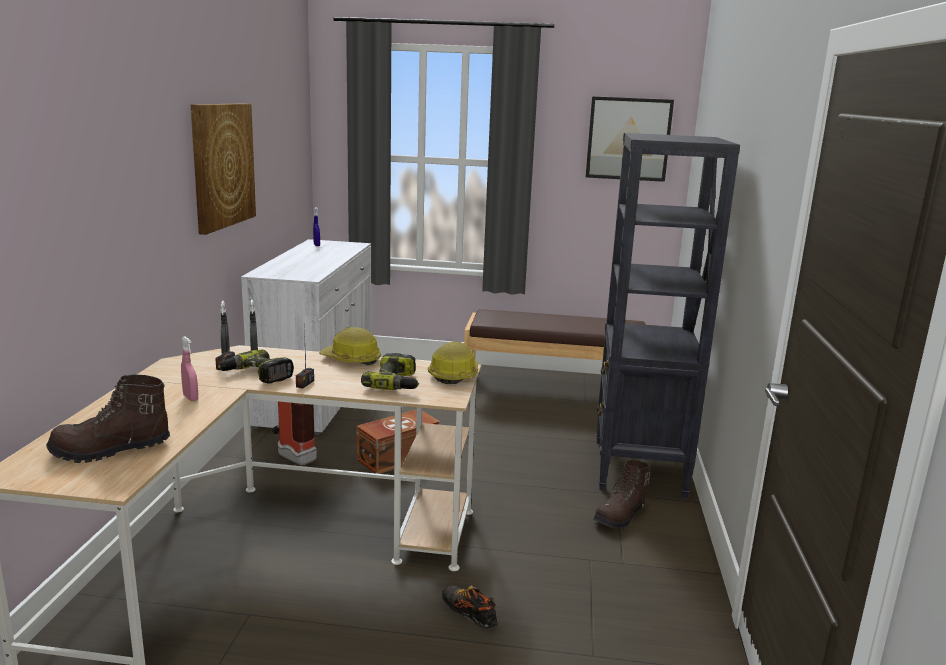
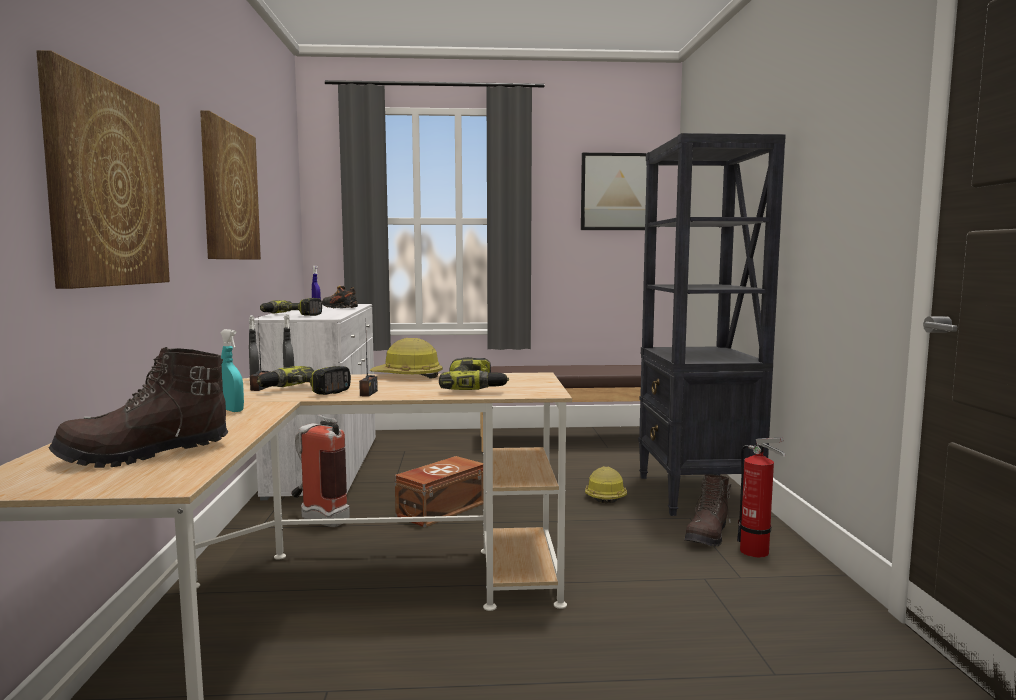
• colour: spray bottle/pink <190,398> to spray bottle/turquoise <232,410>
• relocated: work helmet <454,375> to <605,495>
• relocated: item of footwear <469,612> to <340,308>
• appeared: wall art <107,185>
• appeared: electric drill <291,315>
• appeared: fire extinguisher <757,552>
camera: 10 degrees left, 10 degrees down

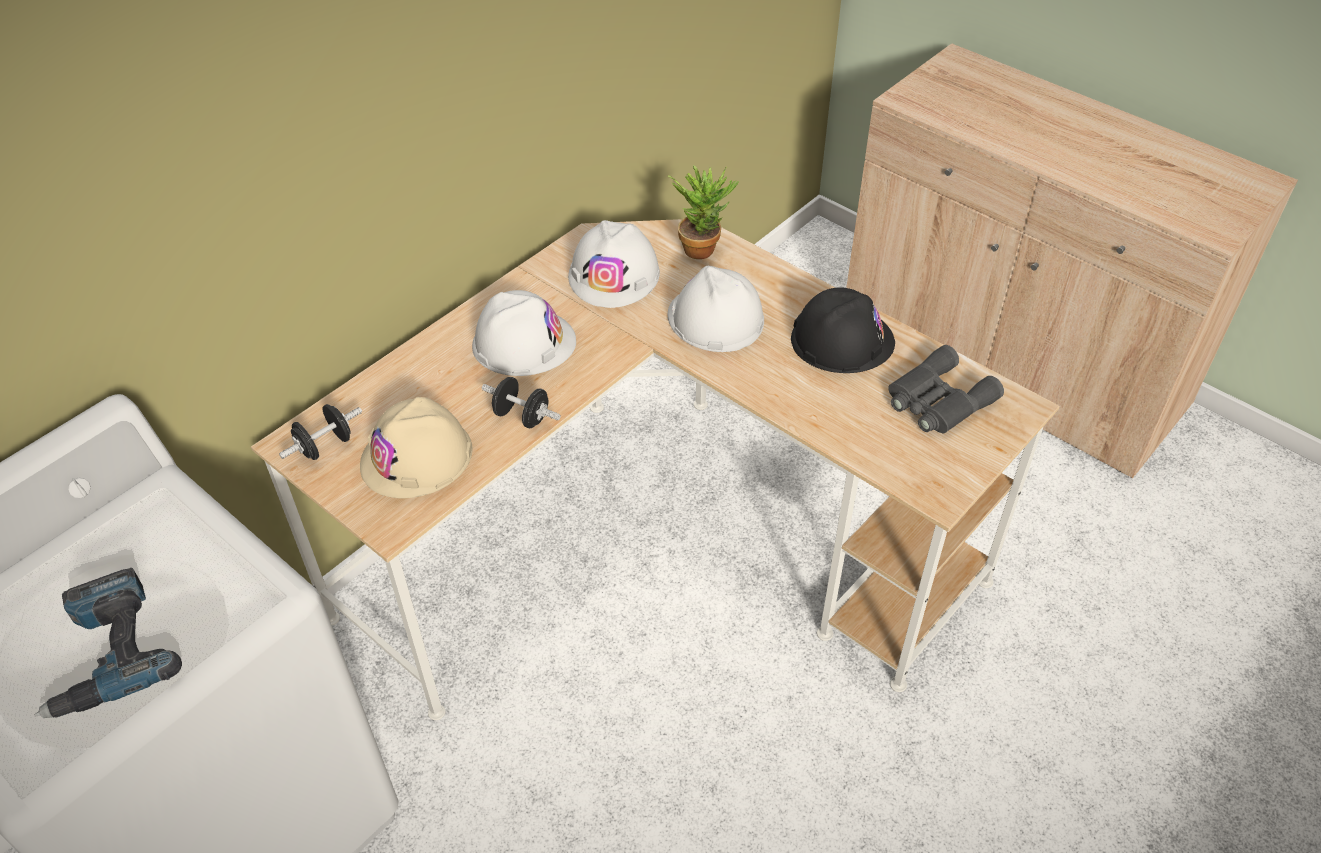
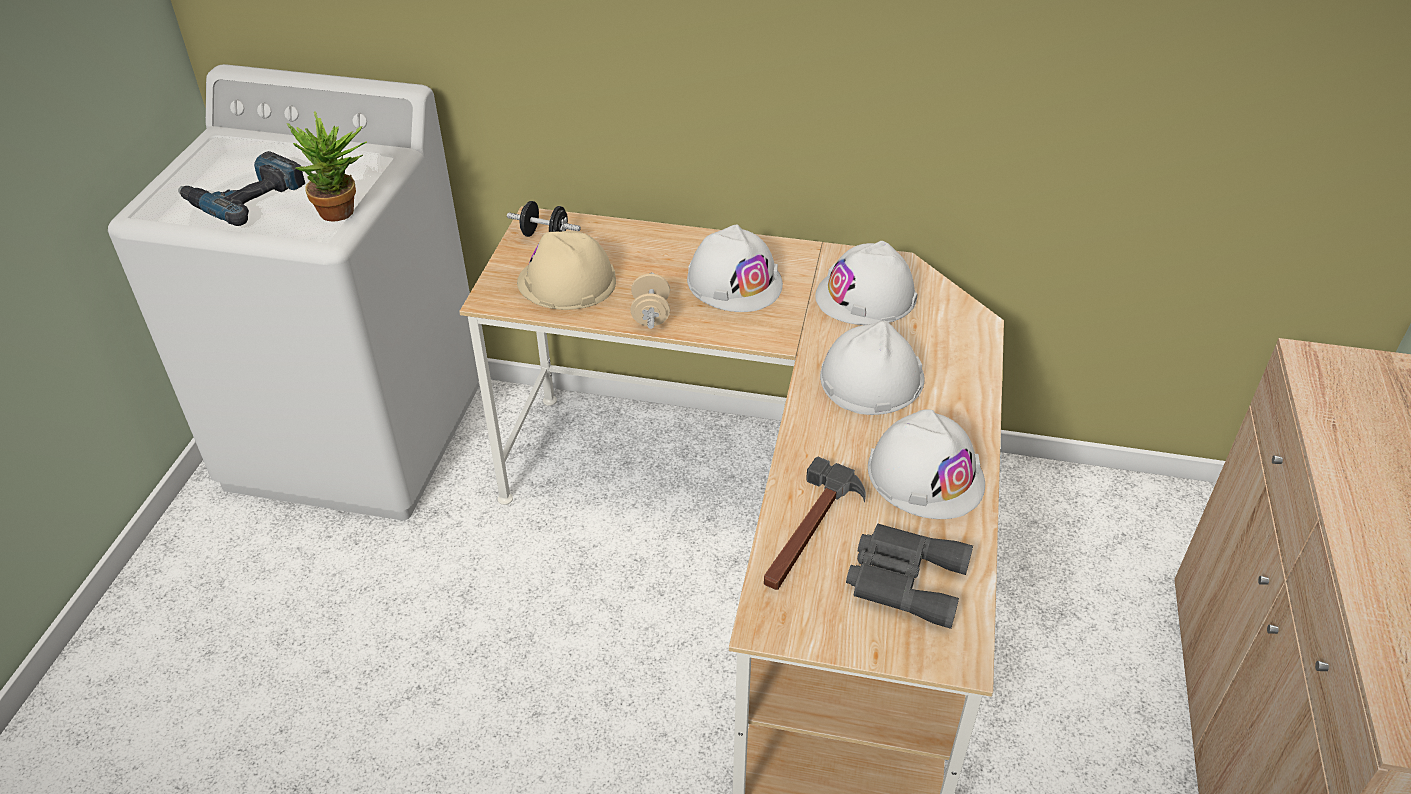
• colour: dumbbell/black <522,416> to dumbbell/beige <651,315>
• relocated: houseplant <703,246> to <344,213>
• colour: work helmet/black <842,340> to work helmet/white-coloured <925,475>
• appeared: tool hammer <809,531>
camera: 60 degrees right, 5 degrees down

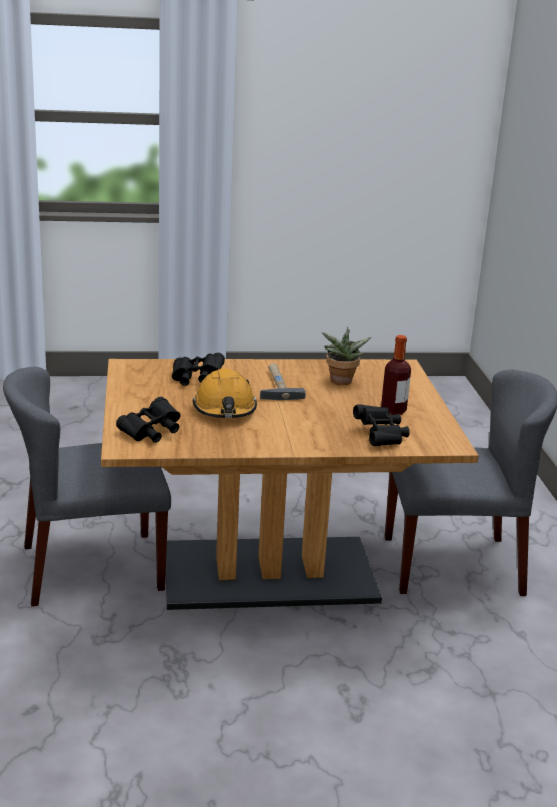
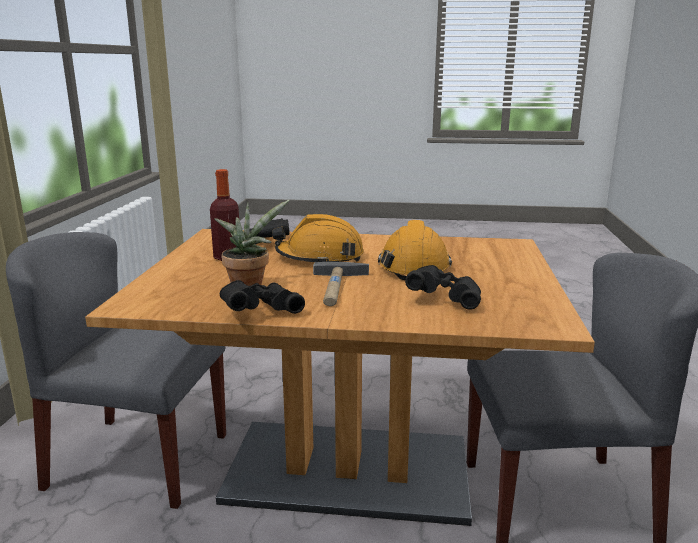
• relocated: pair of binoculars/black <151,432> to <260,312>
• appeared: work helmet/orange-coloured <320,257>
camera: 165 degrees left, 5 degrees down

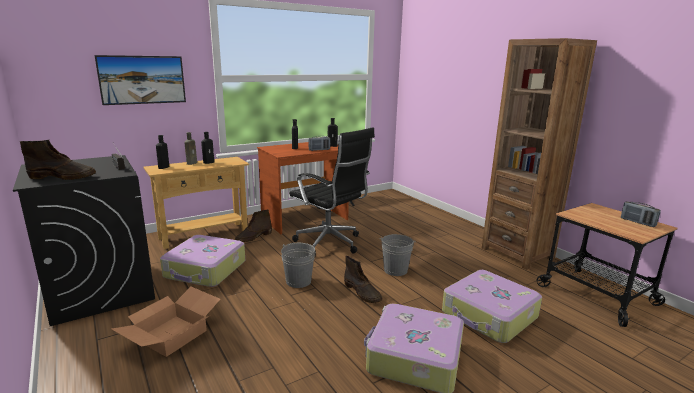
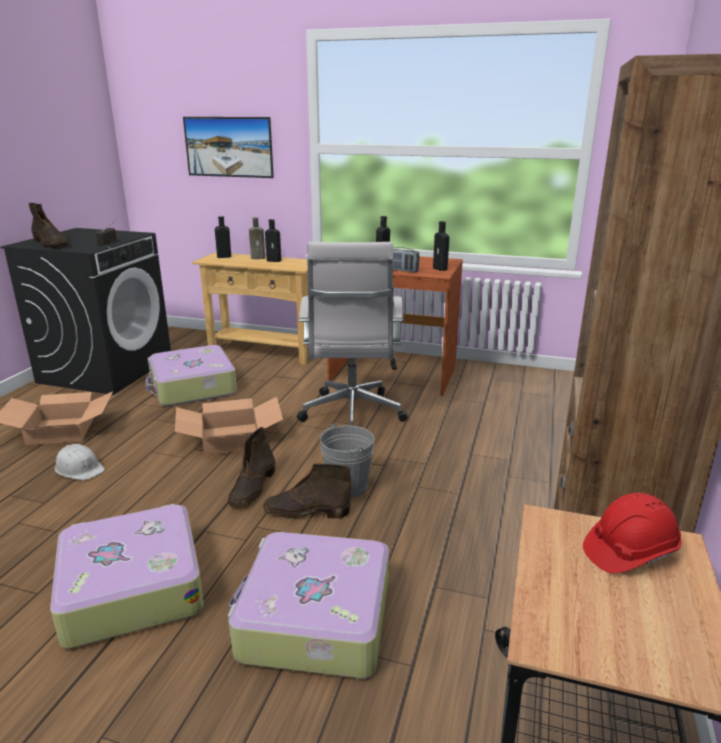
• relocated: high-top boot/brown-coloured <253,237> to <306,512>
• exchanged: bucket/gray <298,281> to carton <230,439>
• colour: desk chair/black <331,244> to desk chair/white-coloured <352,416>
• missing: radio <637,222>
• appeared: work helmet/white-coloured <79,468>
• appeared: work helmet/red <629,551>
camera: 50 degrees right, 5 degrees up

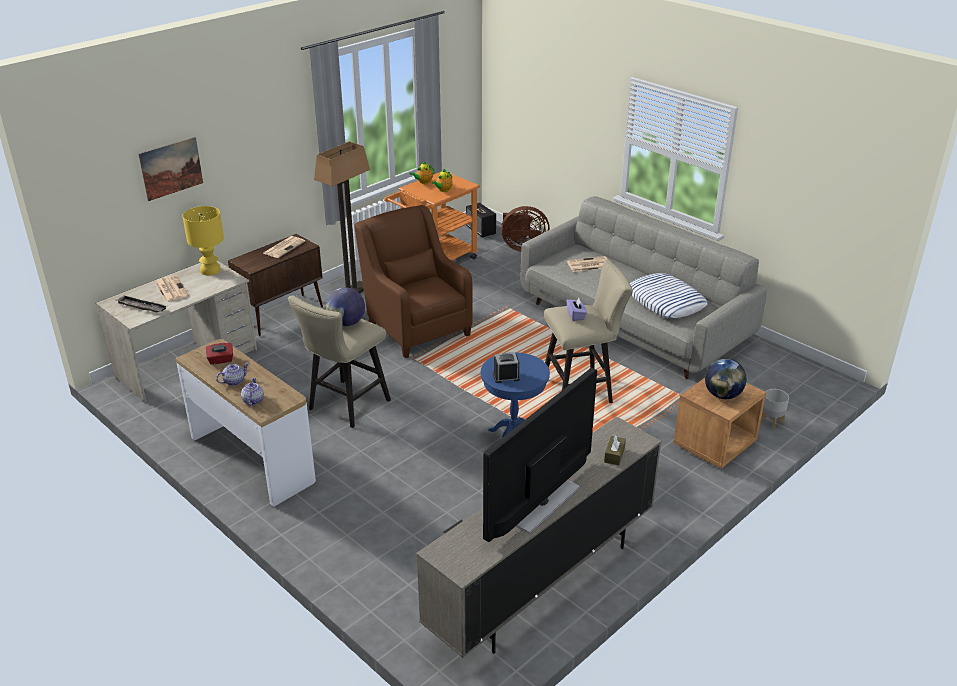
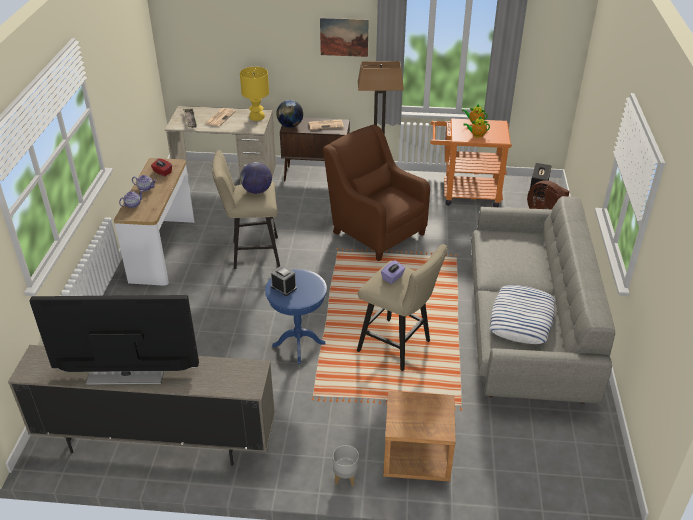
• relocated: wall art <171,168> to <344,37>
• spun: armchair/brown-coloured <416,327> = <375,231> 60 degrees counterclockwise
• missing: daily paper <588,265>
• missing: tissue holder/brown-coloured <614,455>
• relocated: desk globe <722,395> to <290,126>
• relocated: planter/gray <771,421> to <346,477>
camera: 50 degrees right, 5 degrees up

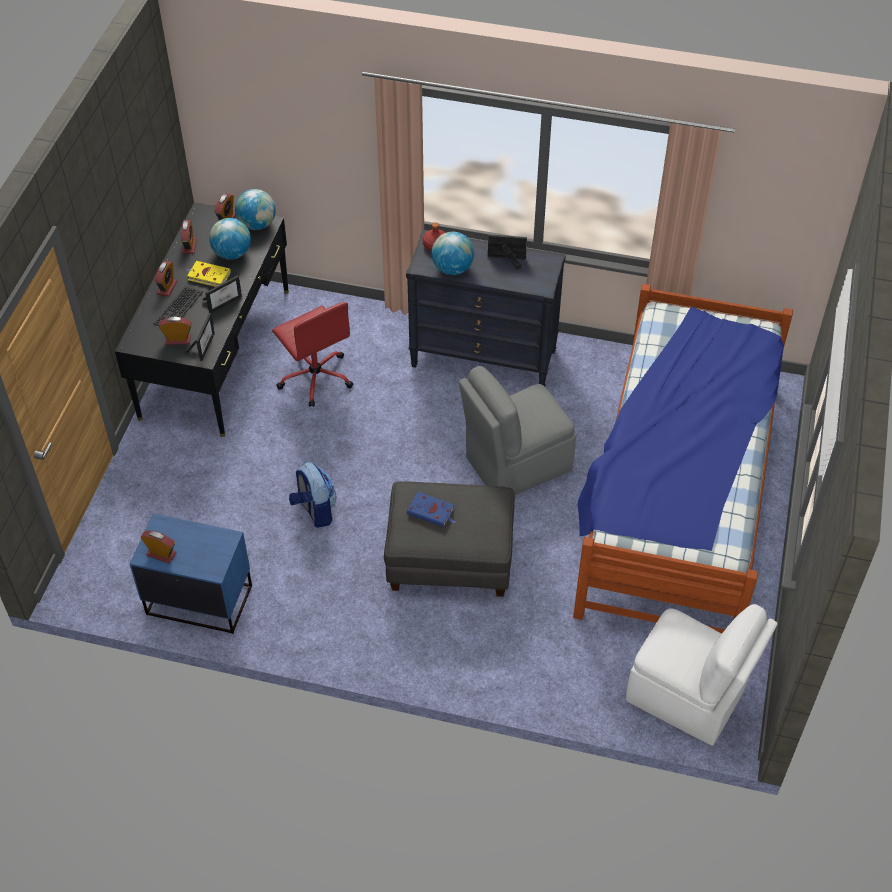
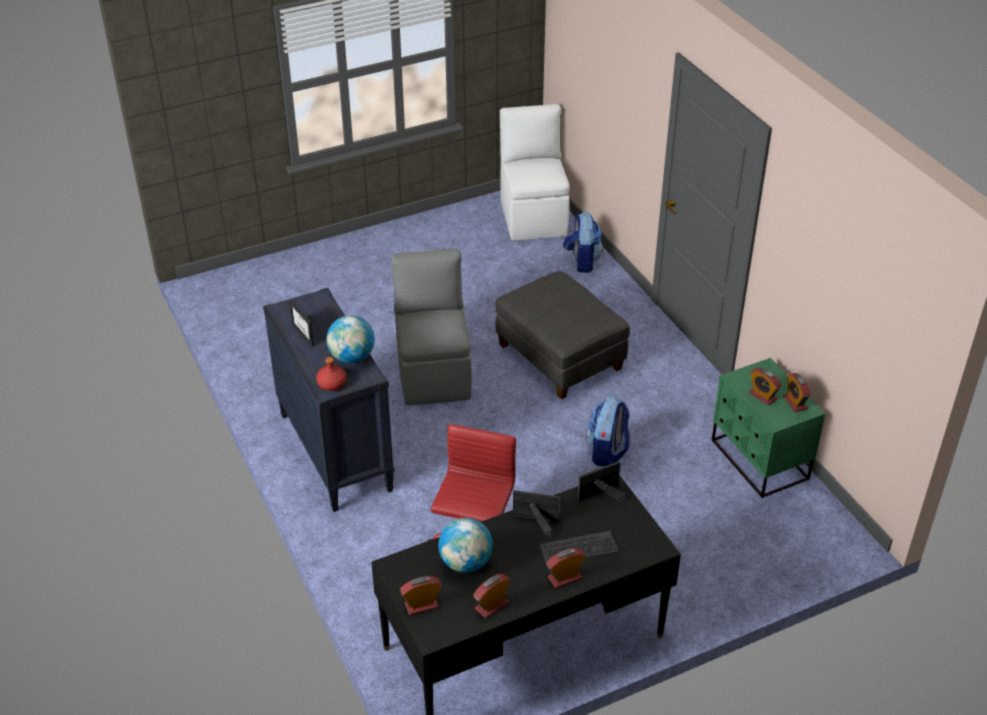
• colour: night table/blue <199,599> to night table/green <759,461>
• relocated: alarm clock <178,340> to <762,396>
• missing: volume/yellow <208,276>
• missing: desk globe <257,224>
• missing: volume/blue <432,512>
• spun: chair/gray <515,464> = <433,373> 120 degrees counterclockwise
• missing: bed <676,496>
• appeared: rucksack <582,261>
camera: 130 degrees left, 10 degrees down

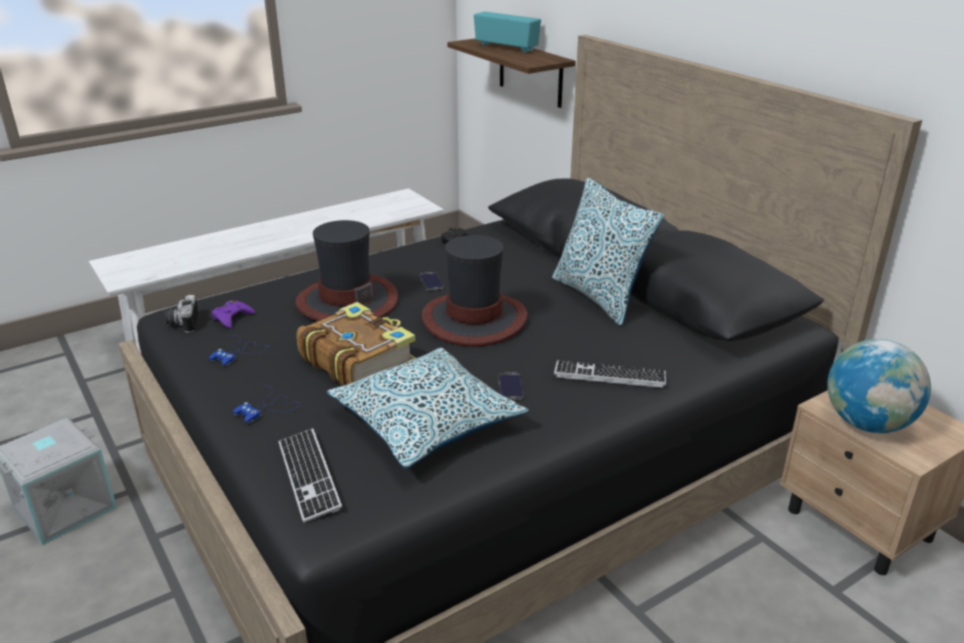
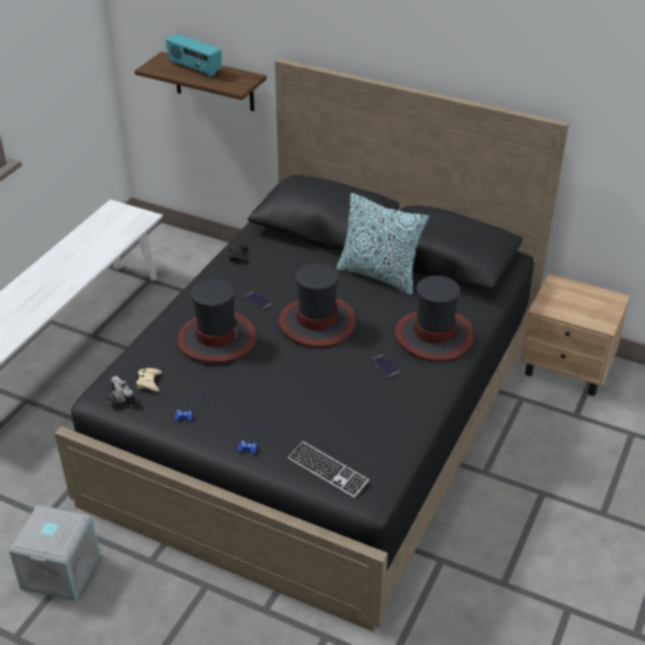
• colour: gamepad/purple-coloured <232,318> to gamepad/beige <149,382>
• missing: volume <357,359>
• missing: pillow <426,421>
• spun: radio <506,48> = <194,69> 150 degrees counterclockwise
• exchanged: PC keyboard <609,376> to clothing hat <434,336>
• missing: desk globe <867,424>
camera: 30 degrees left, 10 degrees up

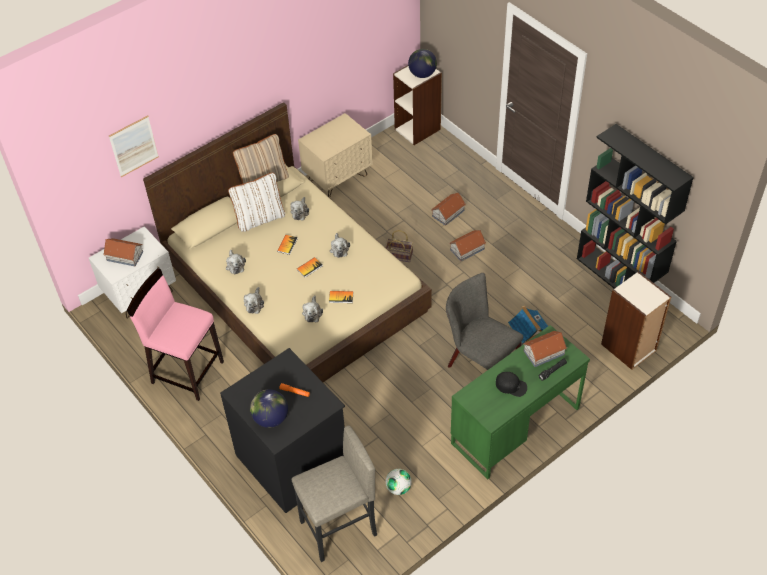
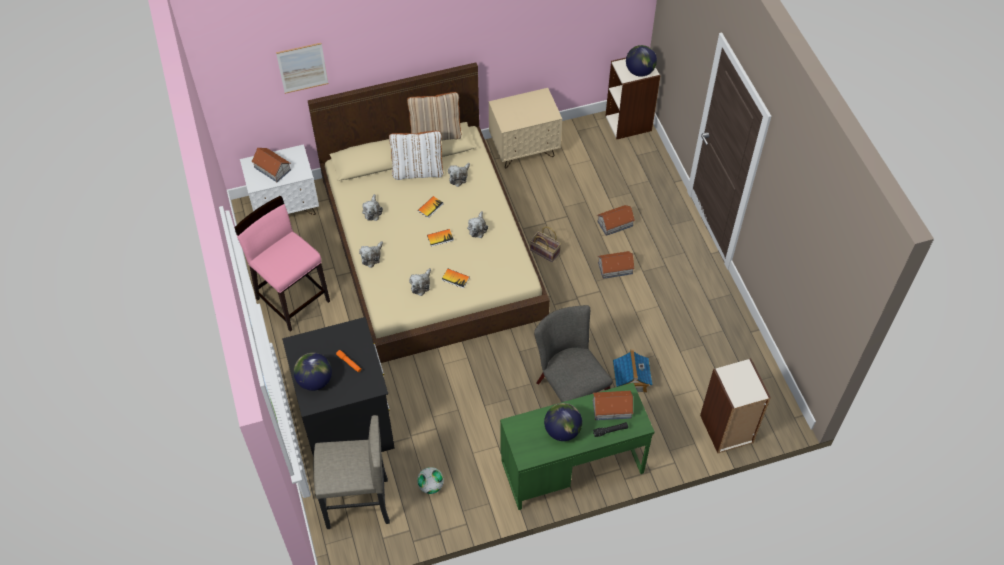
• exchanged: peaked cap/black <511,386> to desk globe <562,430>
• missing: bookcase/black <619,278>
camera: 20 degrees right, 5 degrees up

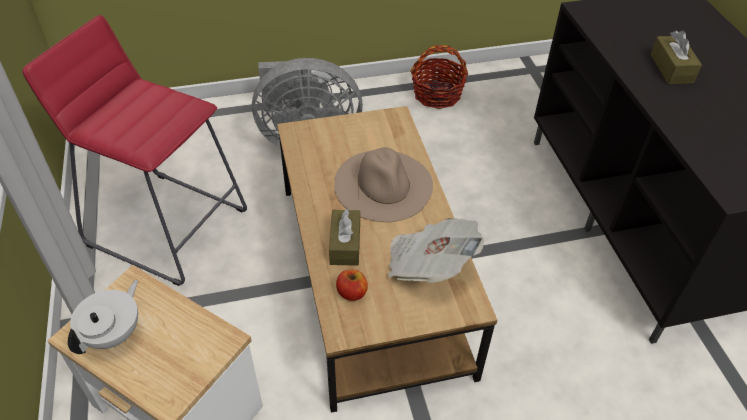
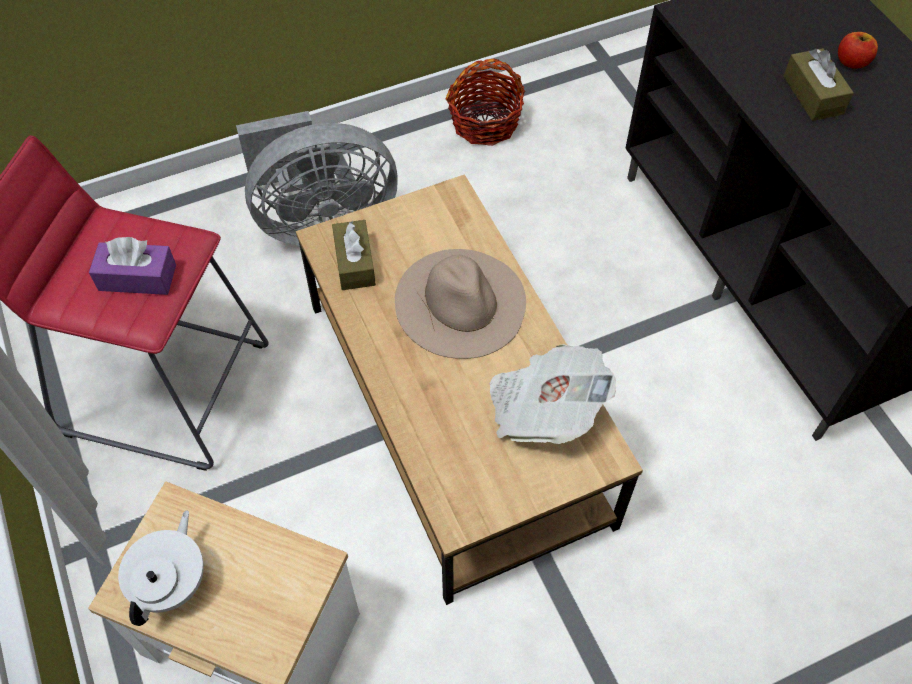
• relocated: tissue holder/brown-coloured <345,244> to <354,263>
• relocated: apple fruit <352,293> to <852,62>
• appeared: tissue holder/purple-coloured <137,277>
camera: 10 degrees left, 10 degrees up

